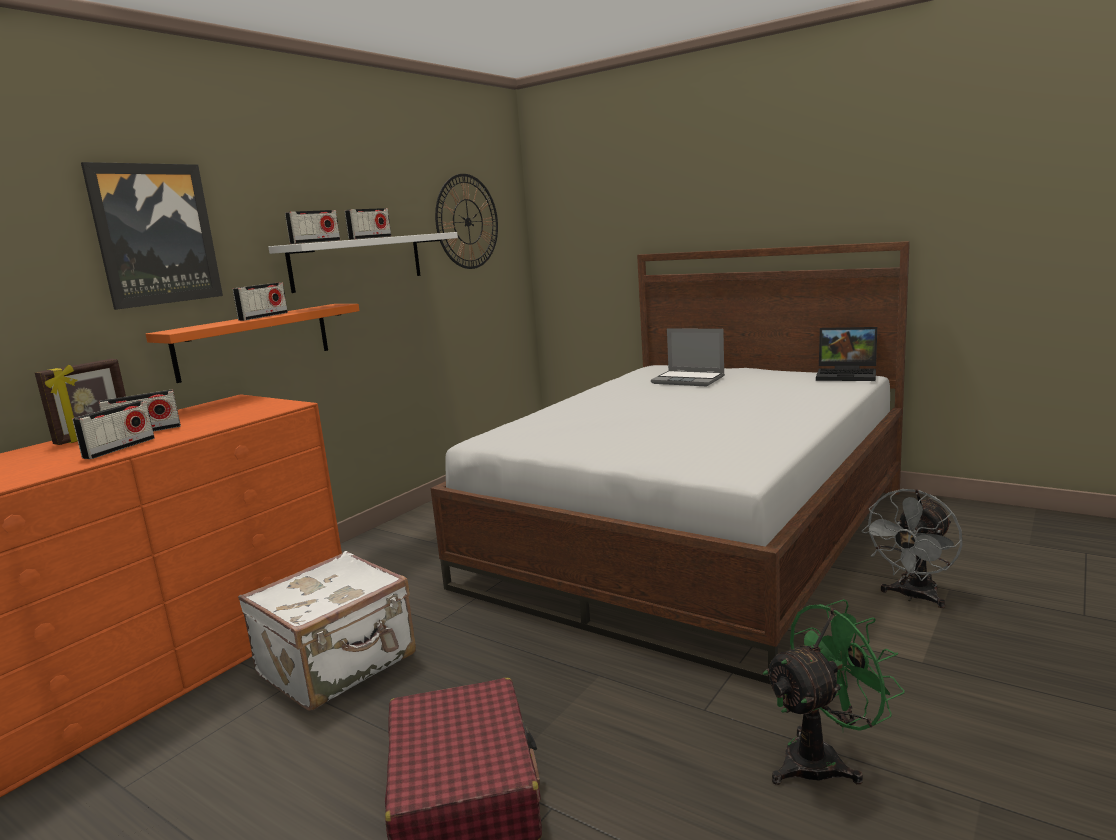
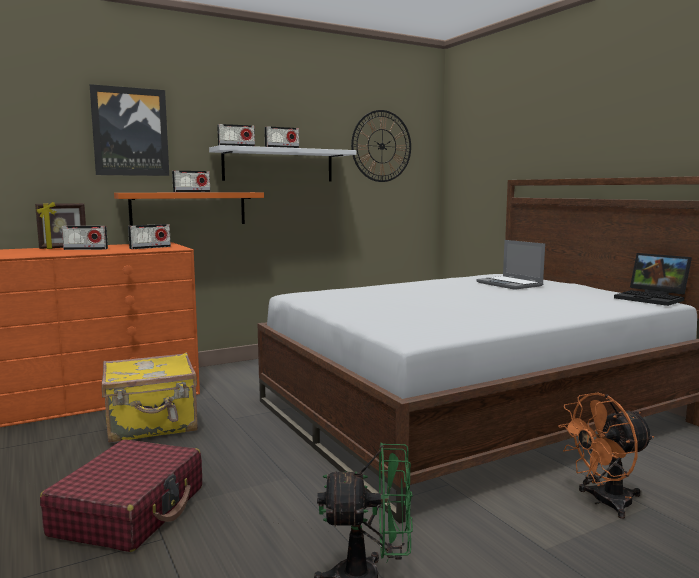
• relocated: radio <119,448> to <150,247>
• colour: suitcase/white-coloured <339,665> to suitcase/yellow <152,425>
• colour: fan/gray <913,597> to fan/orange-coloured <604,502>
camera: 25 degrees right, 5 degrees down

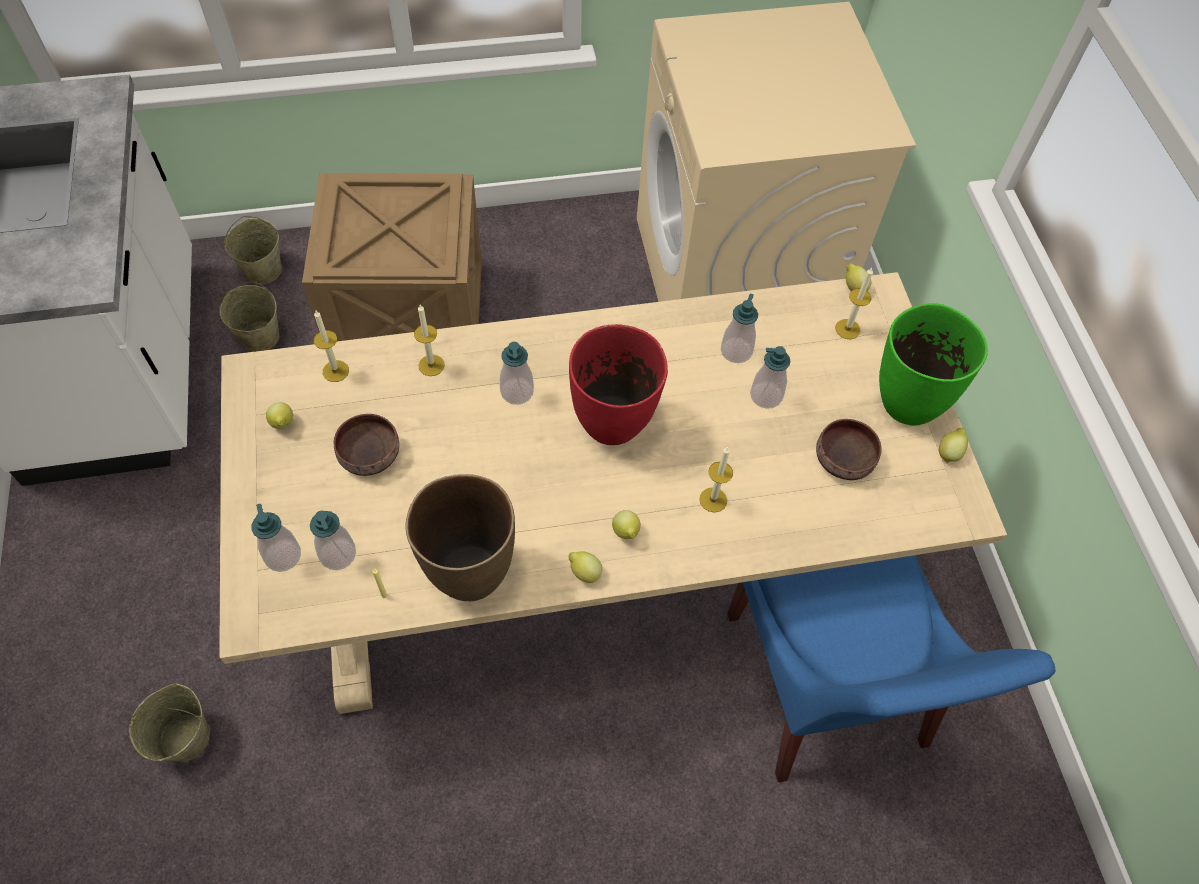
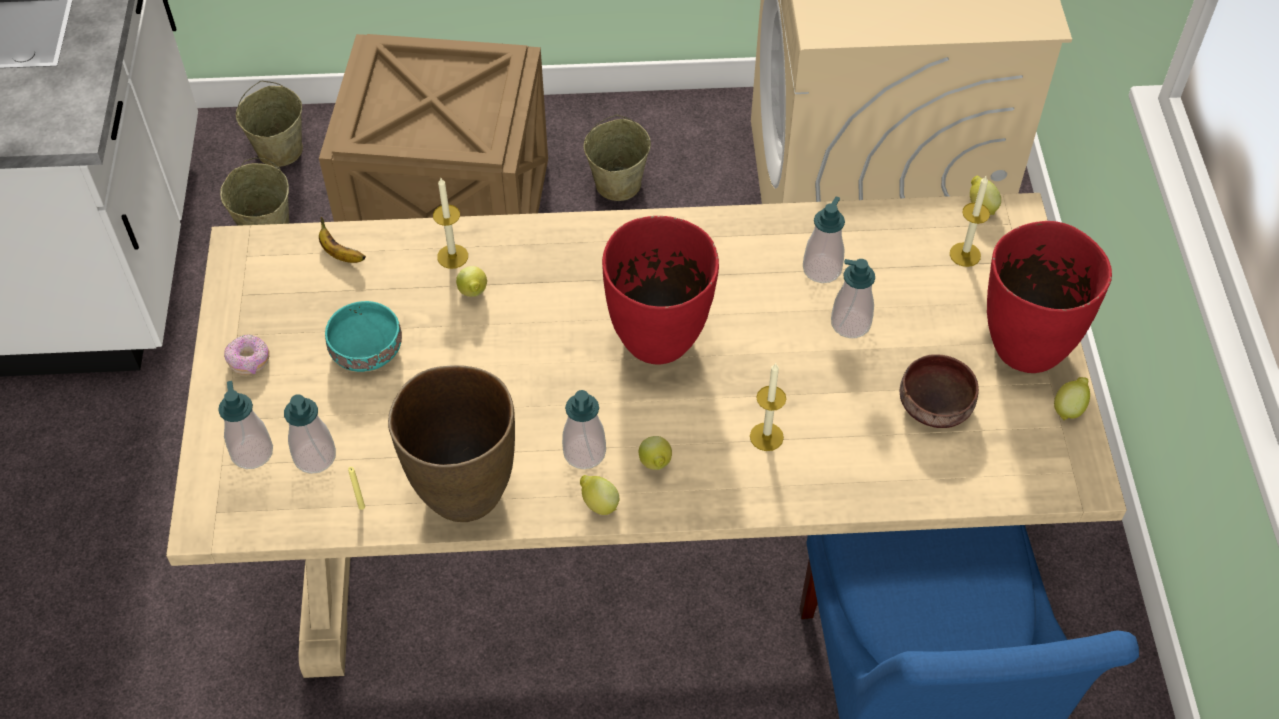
• relocated: bucket/beige <186,736> to <618,183>
• relocated: whole lemon <283,424> to <473,293>
• exchanged: wax candle <335,371> to banana fruit <340,254>
• colour: deep dish/brown-coloured <369,453> to deep dish/turquoise <366,348>
• relocated: liquid soap bottle <517,392> to <584,452>
• colour: decorative vase/green <906,403> to decorative vase/red <1024,346>
• appeared: donut <249,361>
camera: 10 degrees right, 5 degrees down

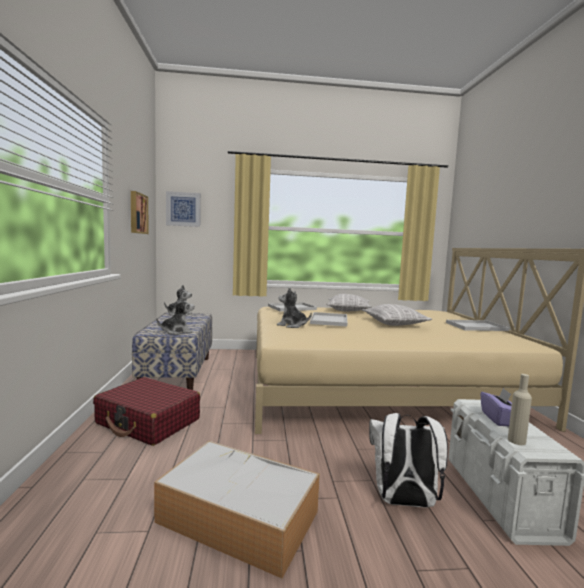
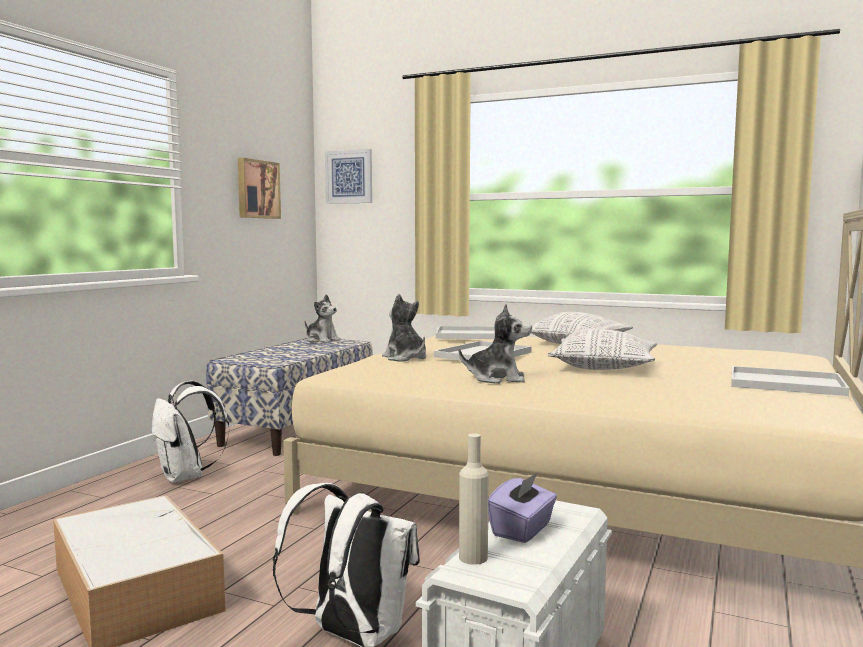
• exchanged: suitcase/red <148,422> to rucksack/white-coloured <186,477>
• relocated: soft toy <177,332> to <497,379>
camera: 30 degrees right, 0 degrees up

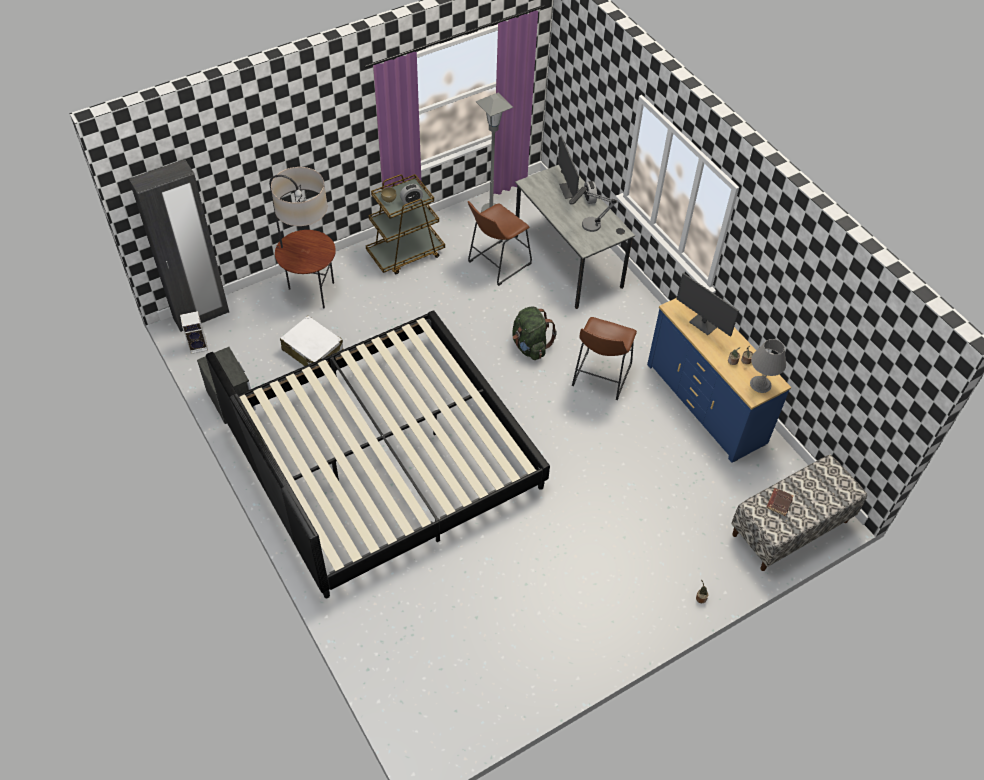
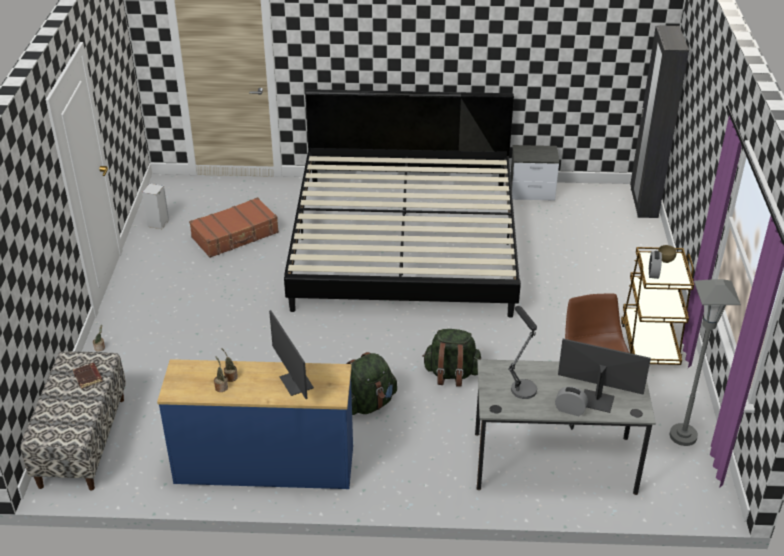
• relocated: audio speaker <199,345> to <158,224>
• missing: floor lamp <311,292>
• missing: suitcase/white-coloured <312,351>
• exchanged: stool seat/brown-coloured <600,378> to rucksack/green <369,403>
• spun: computer screen <704,324> = <295,383> 105 degrees counterclockwise
• missing: lamp for a table/gray <760,384>
• appeared: suitcase/brown-coloured <235,235>
camera: 125 degrees right, 15 degrees down

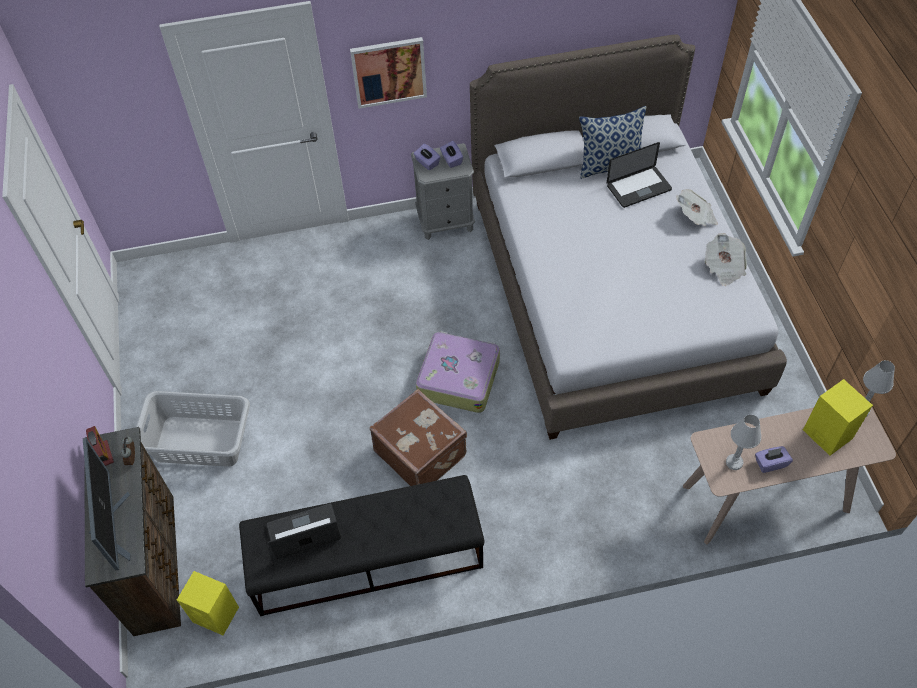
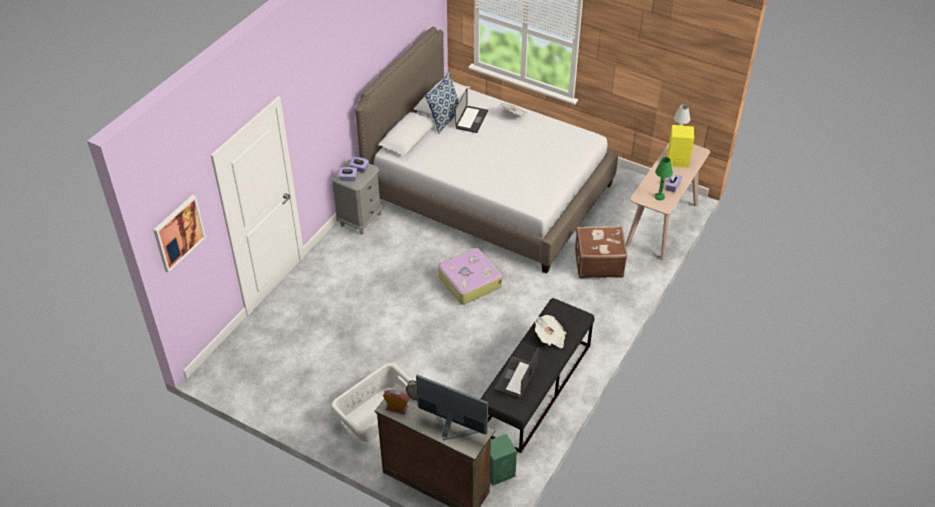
• colour: audio speaker/yellow <217,615> to audio speaker/green <499,472>
• relocated: wall art <389,72> to <178,233>
• relocated: suitcase/brown-coloured <421,452> to <598,263>
• relocated: daily paper <723,267> to <550,338>
• colour: lamp for a table/white-coloured <734,462> to lamp for a table/green <659,197>
camera: 50 degrees left, 10 degrees down

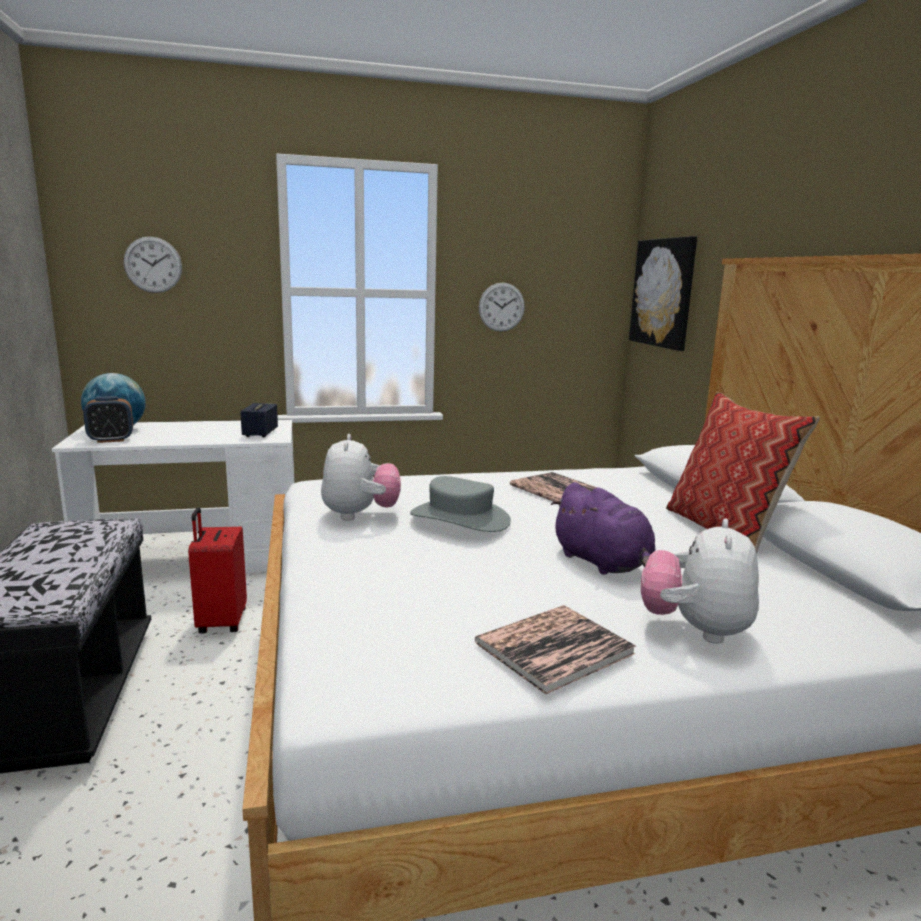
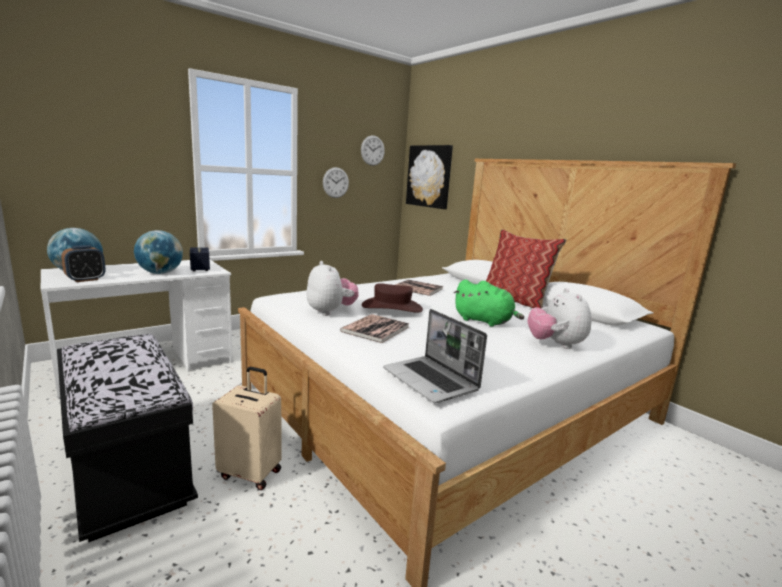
• relocated: wall clock <153,265> to <372,150>
• missing: suitcase/red <220,622>
• colour: clothing hat/gray <460,518> to clothing hat/brown-coloured <392,307>
• relocated: volume <554,648> to <375,329>
• colour: soft toy/purple-coloured <603,563> to soft toy/green <485,321>
• appeared: desk globe <160,273>
• appeared: suitcase/beige <251,473>
• appeared: portable computer <431,380>
camera: 25 degrees left, 0 degrees up

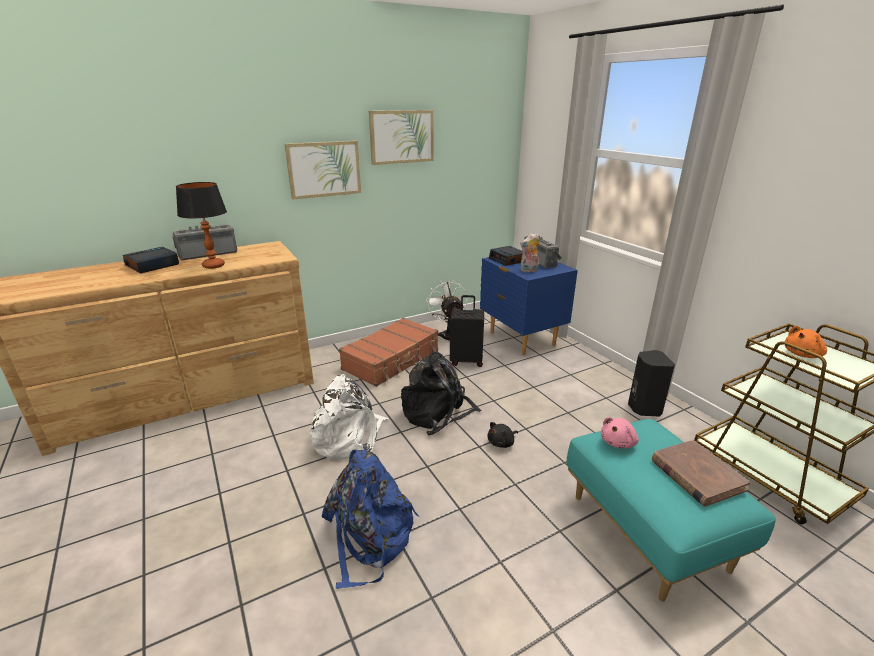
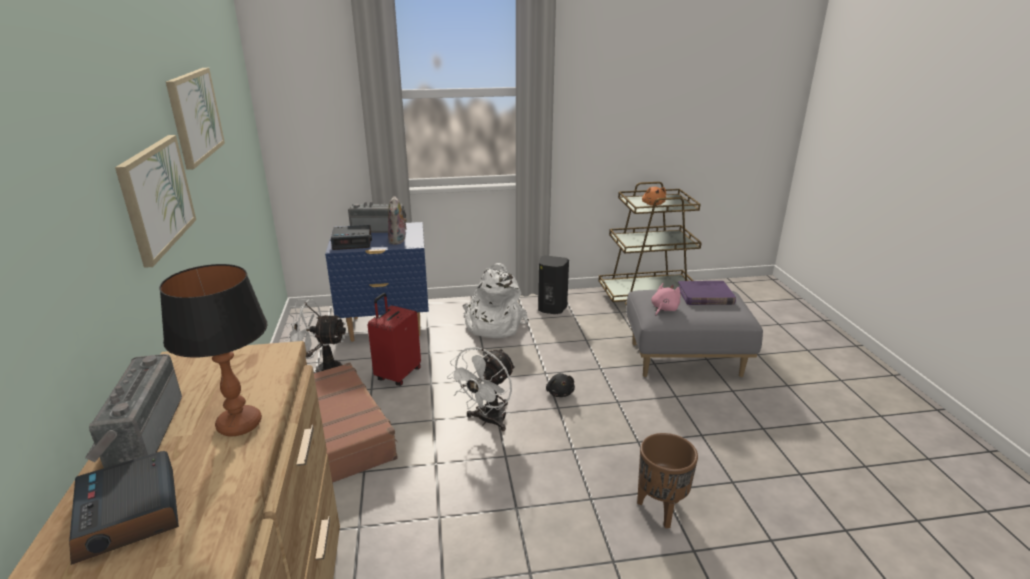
• relocated: rucksack/white-coloured <349,438> to <492,325>
• exchanged: rucksack/blue <369,537> to planter/brown-coloured <660,510>
• exchanged: rucksack/black <437,413> to fan/white-coloured <487,421>
• colour: suitcase/black <466,361> to suitcase/red <397,374>
• colour: pouffe/turquoise <649,532> to pouffe/gray <685,359>
• spun: soft toy/pink <618,442> = <664,309> 120 degrees counterclockwise
• colour: volume/brown-coloured <696,475> to volume/purple-coloured <705,296>
camera: 70 degrees left, 0 degrees up

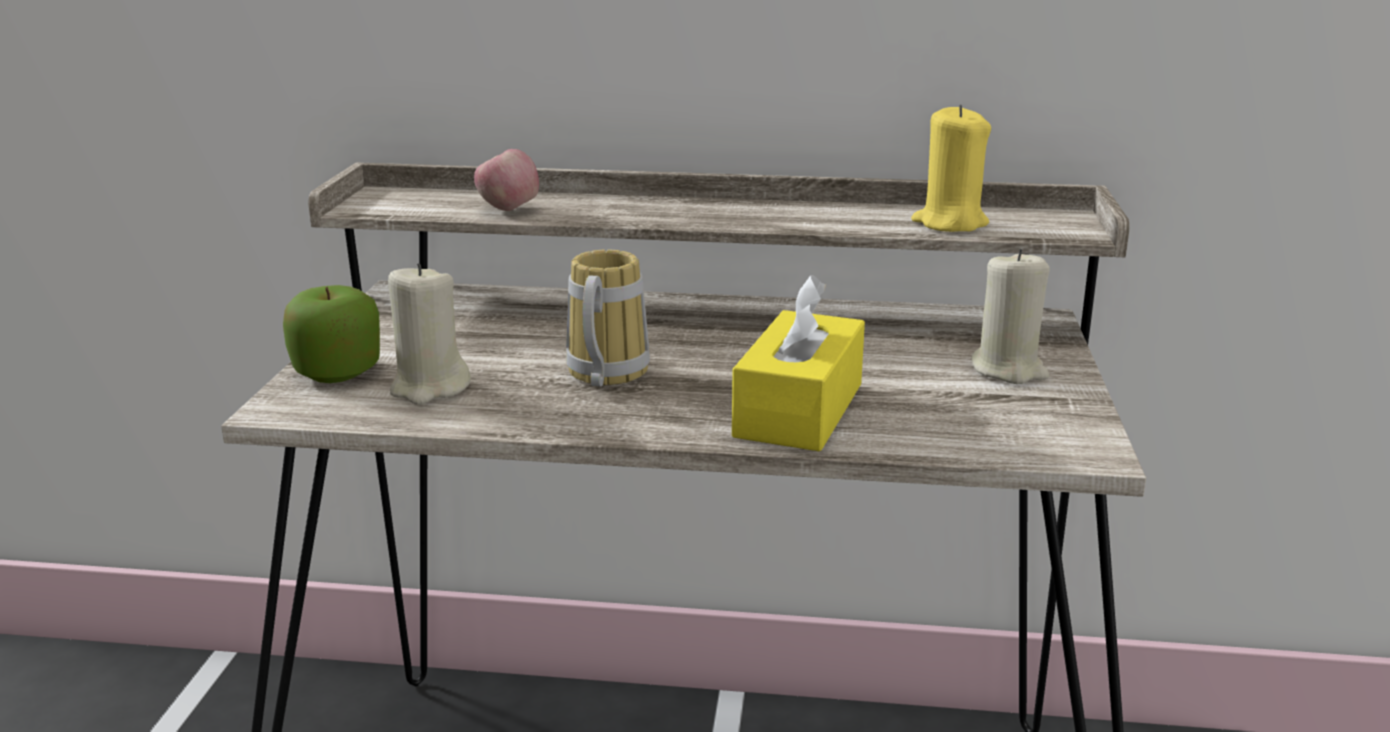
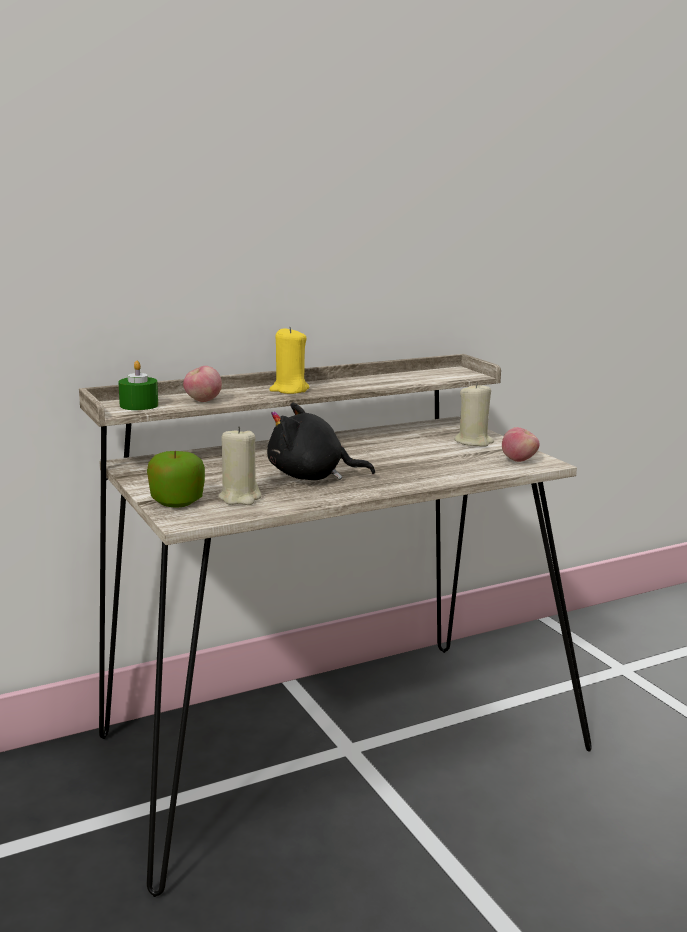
• exchanged: tea mug <601,375> to soft toy/black <311,477>
• missing: tissue holder/yellow <799,410>
• relocated: wax candle/yellow <949,223> to <289,390>
• appeared: wax candle/green <139,405>
• appeared: apple fruit <519,461>
camera: 35 degrees left, 5 degrees down

